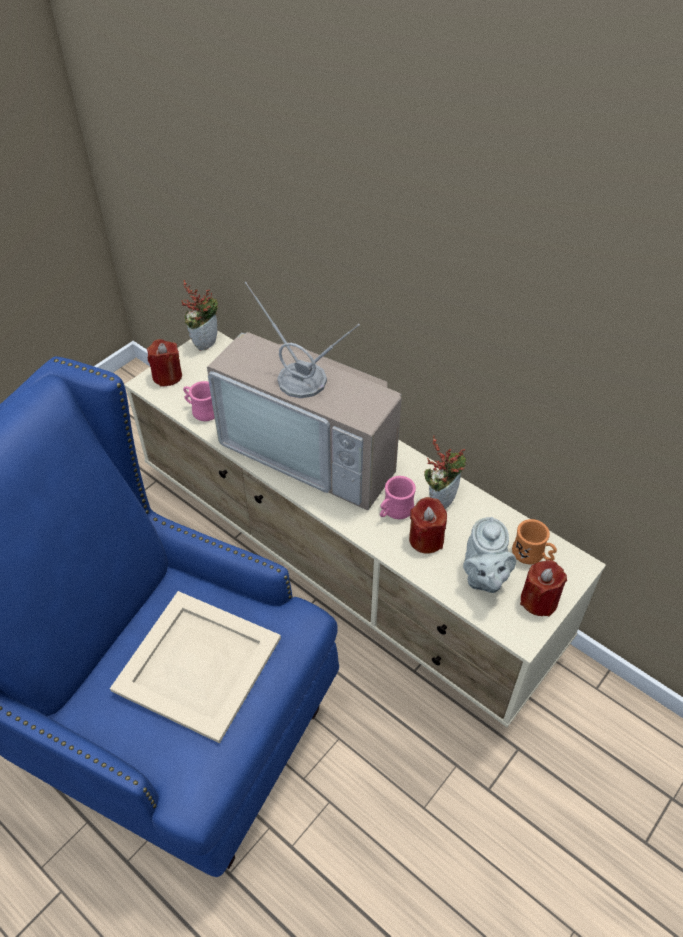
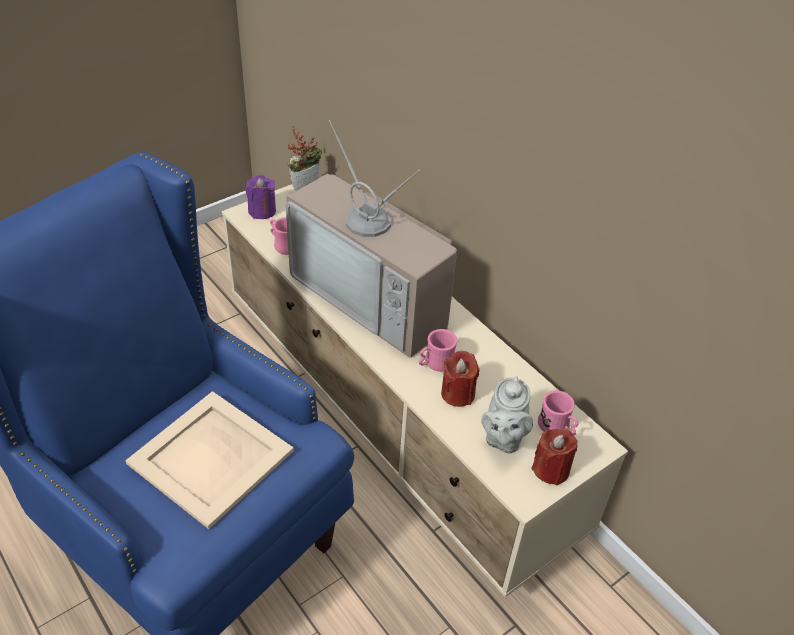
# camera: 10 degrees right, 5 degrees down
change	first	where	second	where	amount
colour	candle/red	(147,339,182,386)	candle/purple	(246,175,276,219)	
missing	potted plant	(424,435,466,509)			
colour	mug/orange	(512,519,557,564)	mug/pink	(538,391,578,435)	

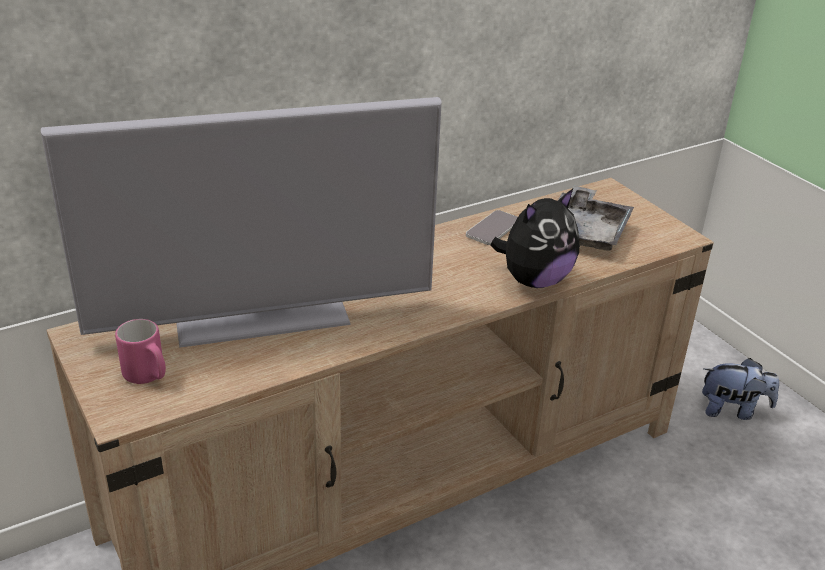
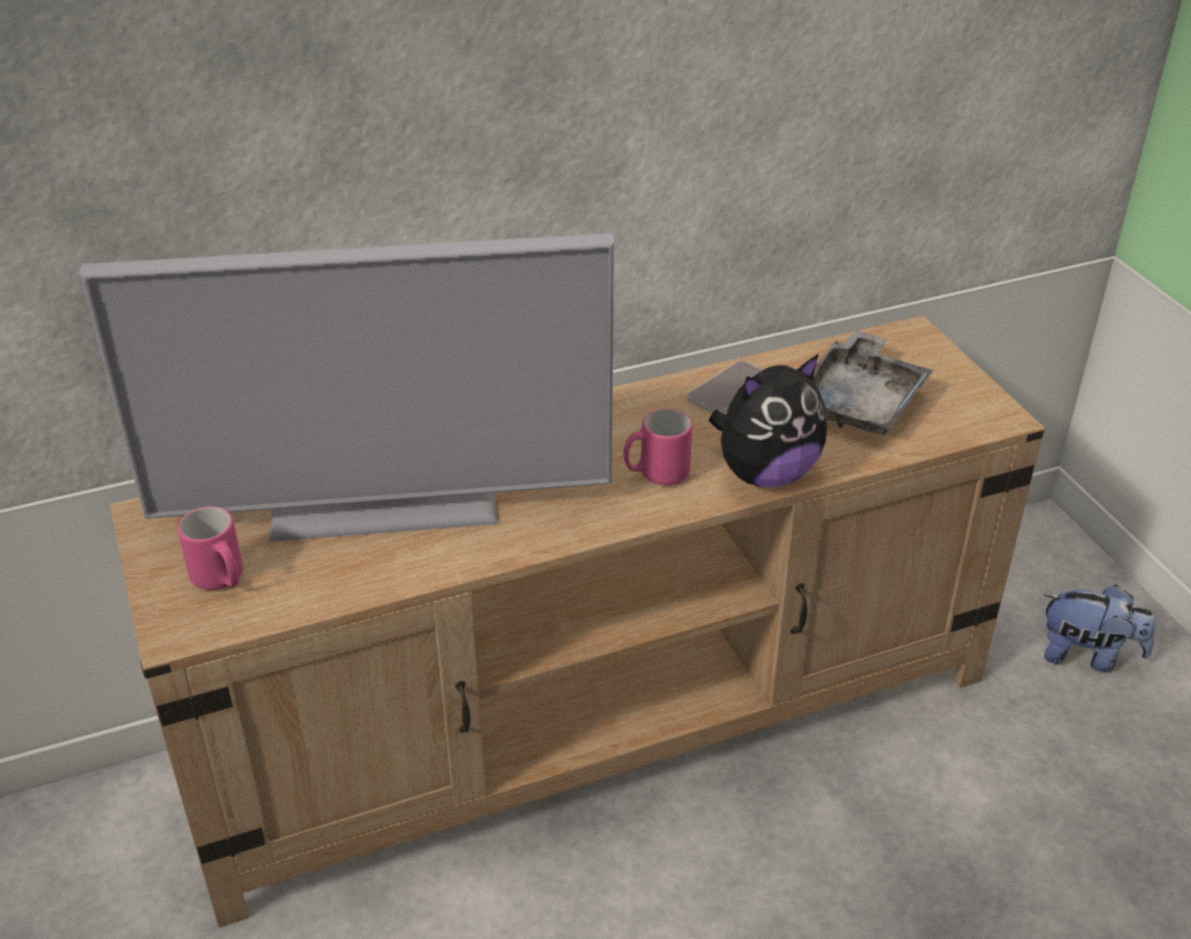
# camera: 10 degrees right, 5 degrees up
change	first	where	second	where	amount
appeared			mug/pink	(623,409,692,486)	

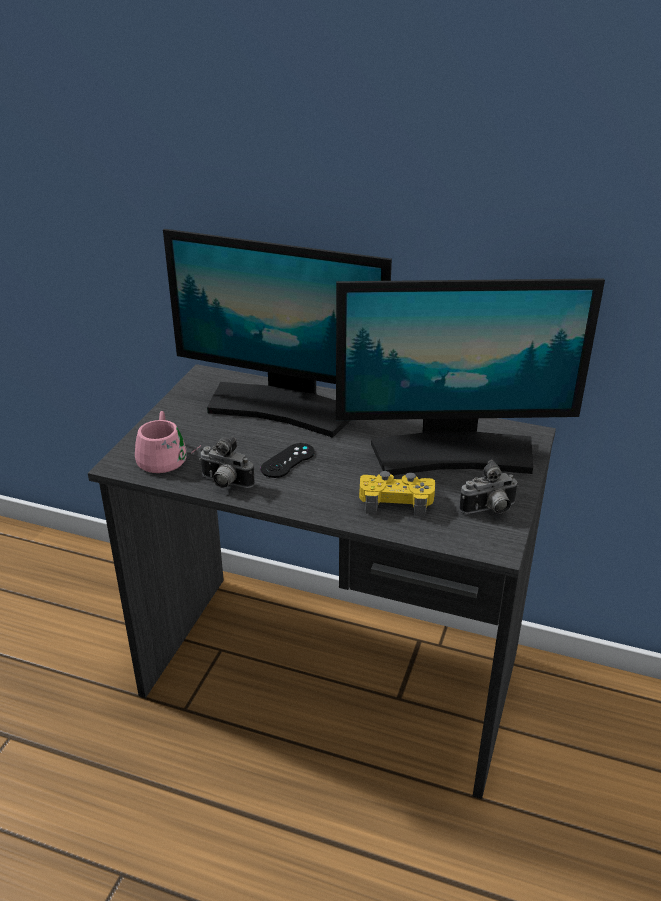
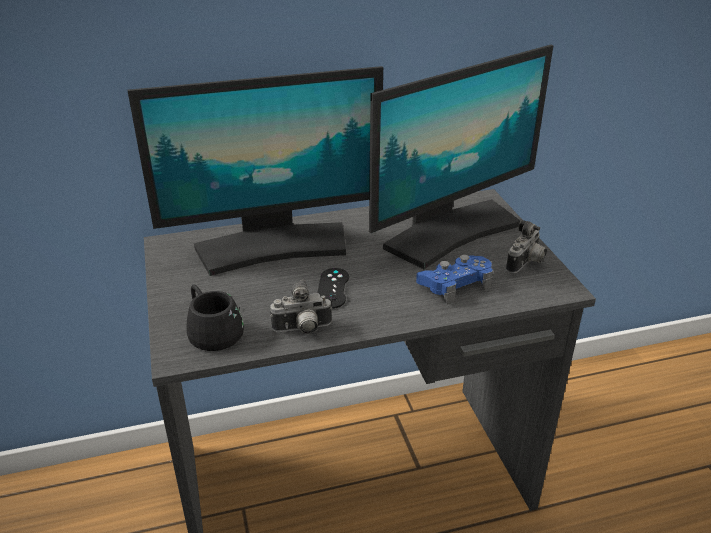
# camera: 35 degrees left, 0 degrees up
change	first	where	second	where	amount
colour	mug/pink	(135,411,201,473)	mug/black	(186,285,244,351)	
colour	game controller/yellow	(359,471,435,517)	game controller/blue	(416,255,493,304)	

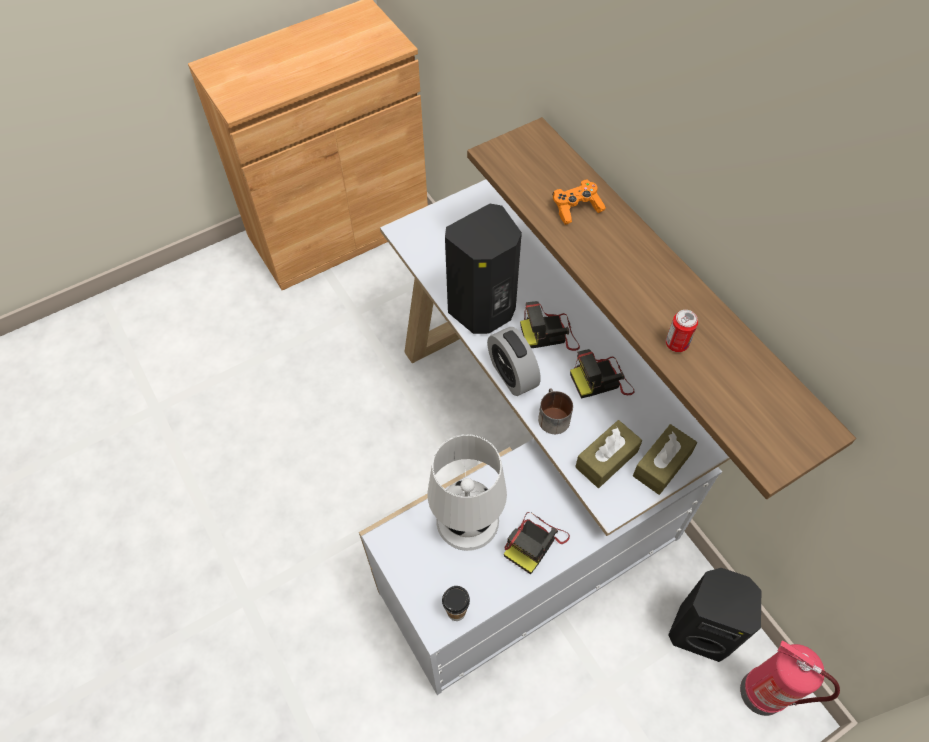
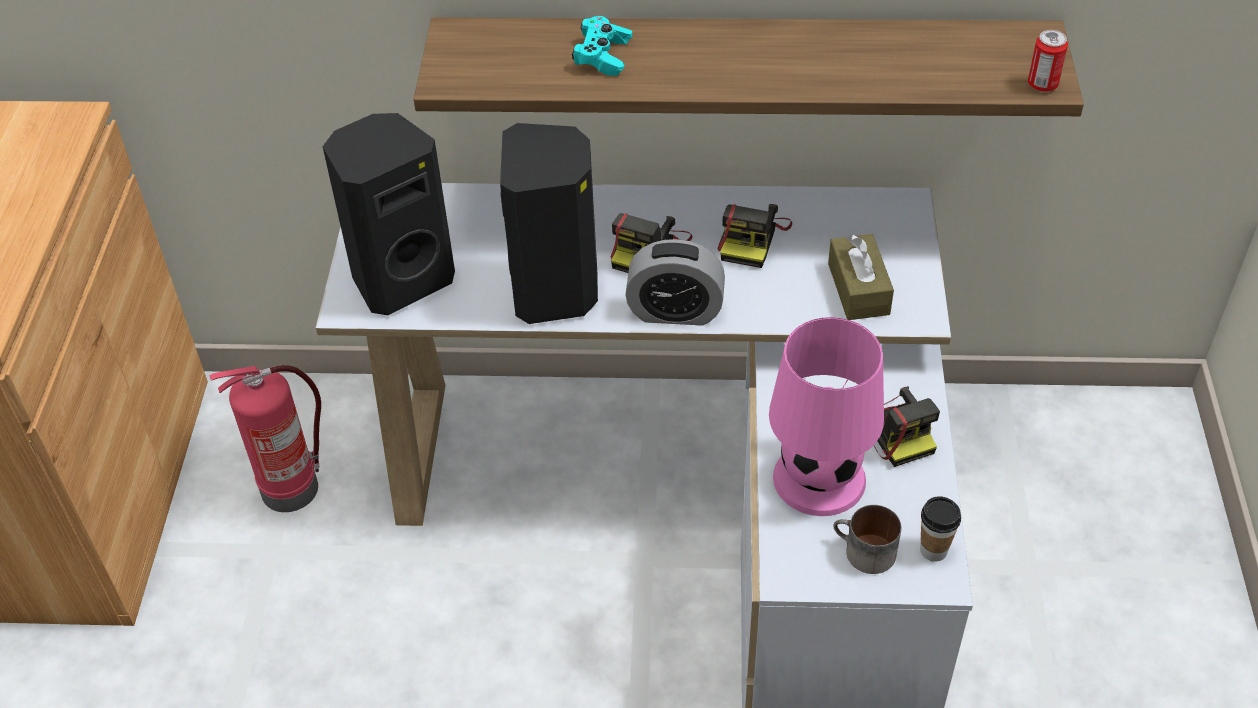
# camera: 55 degrees left, 10 degrees down
change	first	where	second	where	amount
colour	game controller/orange	(553,180,606,225)	game controller/turquoise	(572,16,632,76)	
relocated	can	(666,310,698,352)		(1028,30,1068,92)	
relocated	mug	(538,388,573,434)		(834,505,901,574)	
missing	tissue box/brown	(633,424,697,495)			
colour	table lamp/white	(427,434,507,551)	table lamp/pink	(769,317,884,516)	
relocated	speaker/black	(668,568,761,662)		(322,113,455,315)	
relocated	fire extinguisher	(740,641,840,716)		(210,365,321,512)	

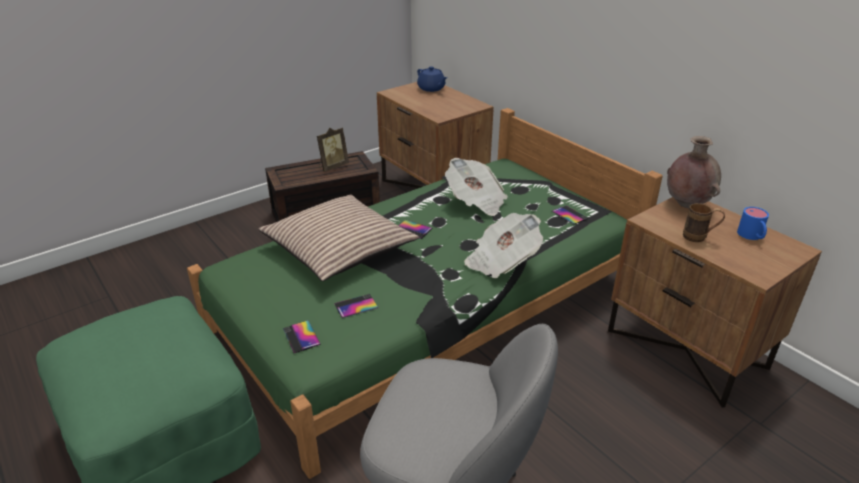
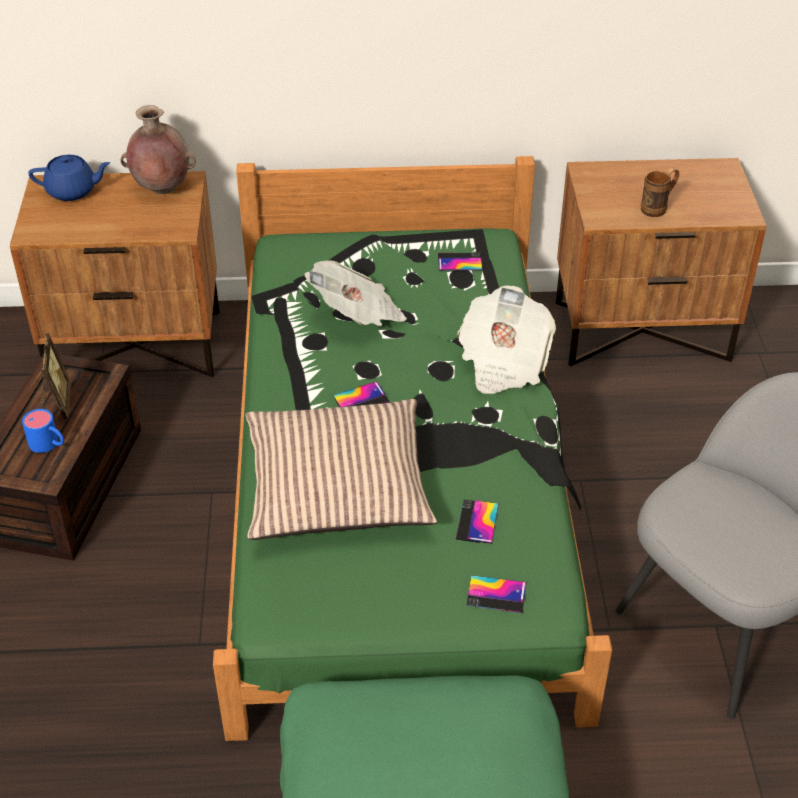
# camera: 55 degrees left, 10 degrees up
change	first	where	second	where	amount
relocated	vase/brown	(667,136,721,208)		(121,105,196,194)	
relocated	mug/blue	(737,207,769,240)		(22,409,64,453)	

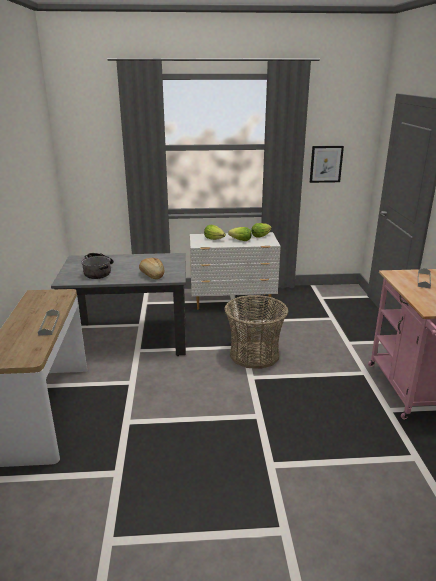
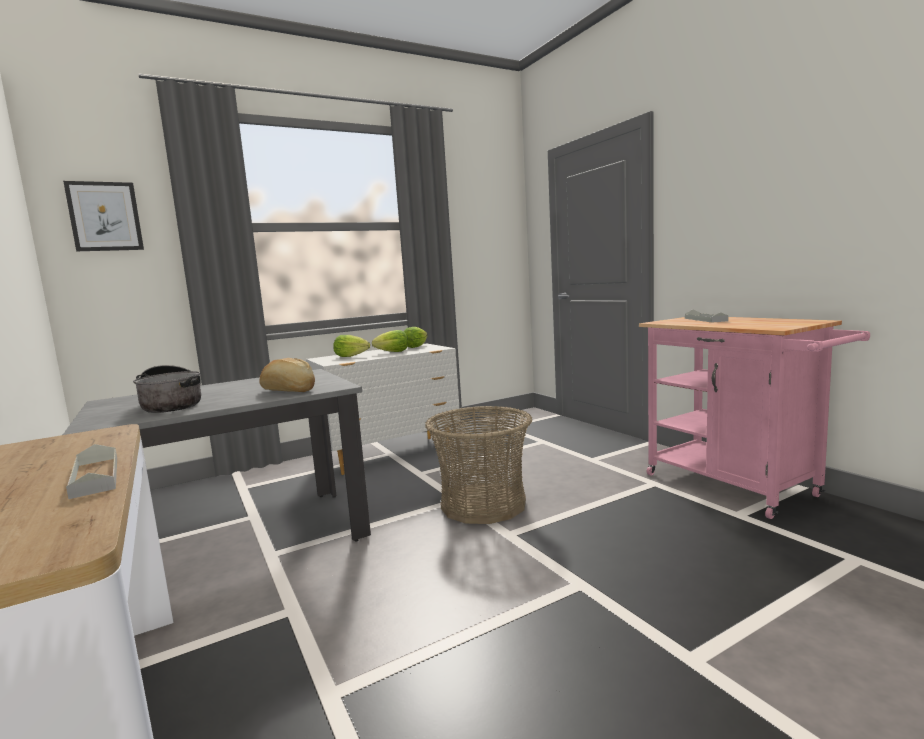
# camera: 25 degrees left, 15 degrees down
change	first	where	second	where	amount
relocated	picture	(310,146,344,183)		(63,181,144,251)	

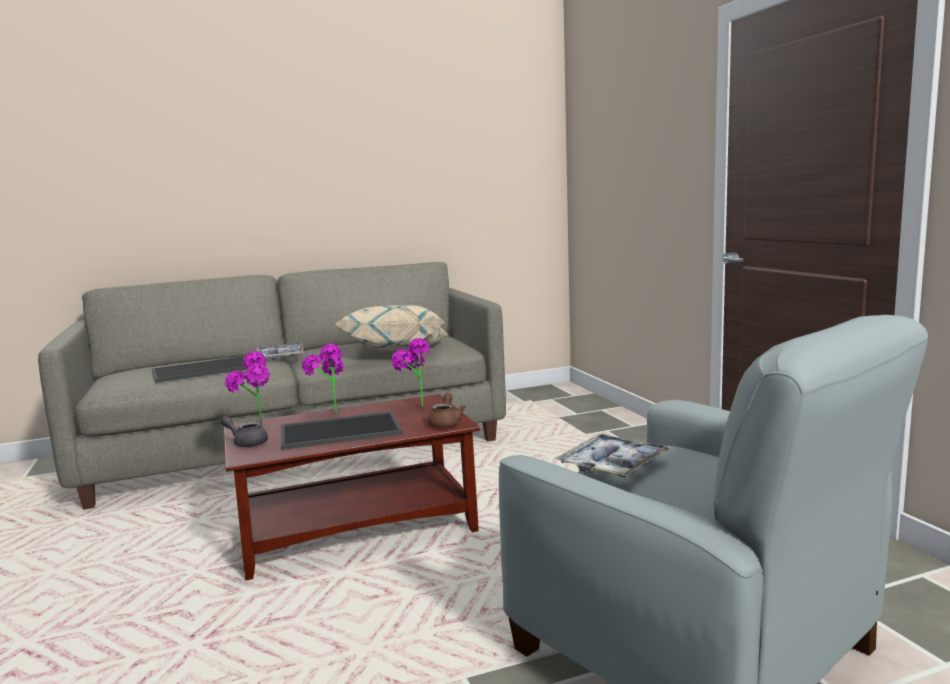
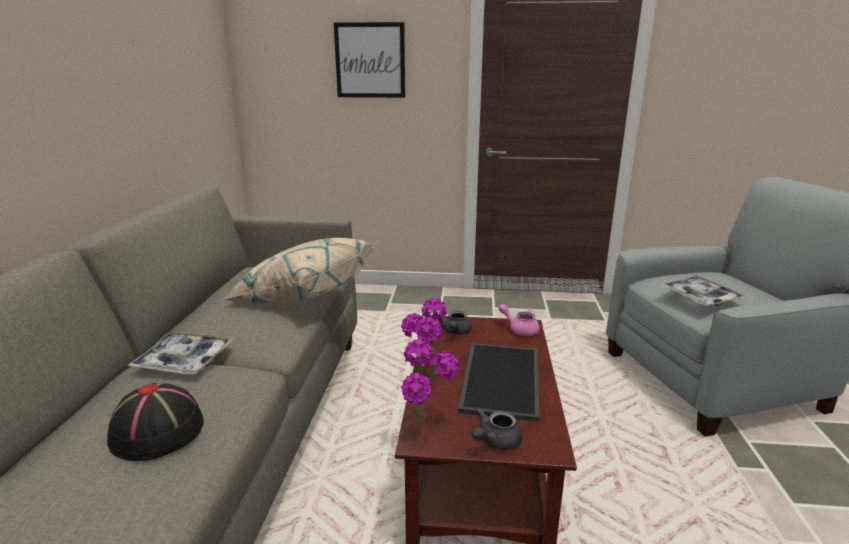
# camera: 65 degrees left, 10 degrees up
change	first	where	second	where	amount
exchanged	potted plant	(391,338,429,407)	teapot/grey	(438,311,472,335)	
exchanged	tray	(152,356,249,383)	hat/black	(107,383,204,461)	
colour	teapot/brown	(428,393,466,428)	teapot/pink	(499,304,540,336)	
appeared			picture	(334,22,405,98)	

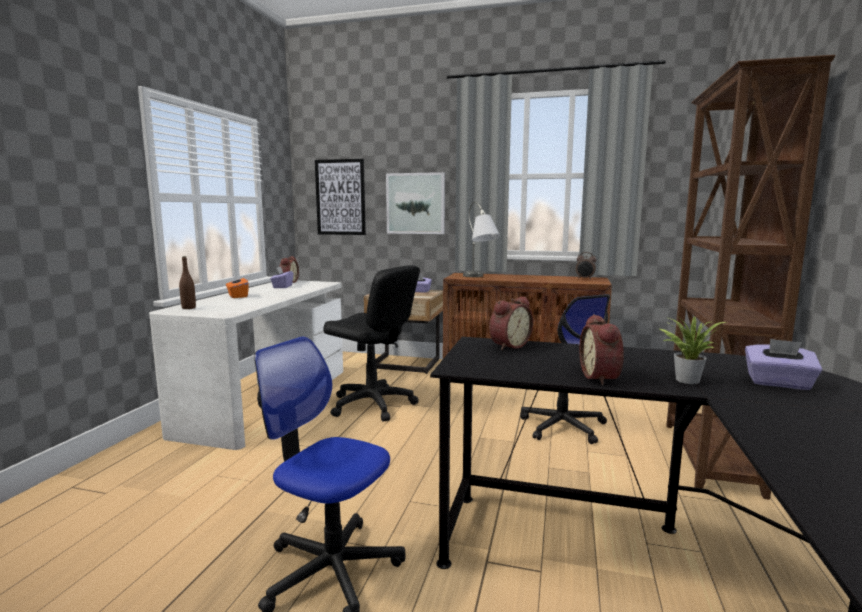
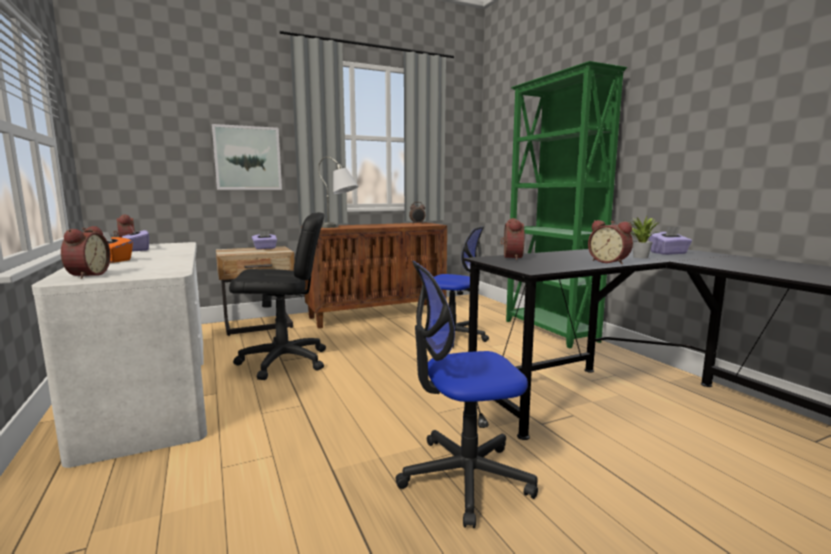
# camera: 40 degrees left, 0 degrees up
change	first	where	second	where	amount
colour	bookcase/brown	(666,55,835,500)	bookcase/green	(506,61,627,348)	
missing	picture	(315,159,366,235)			
exchanged	bottle/brown	(179,256,196,309)	alarm clock	(61,226,110,279)	

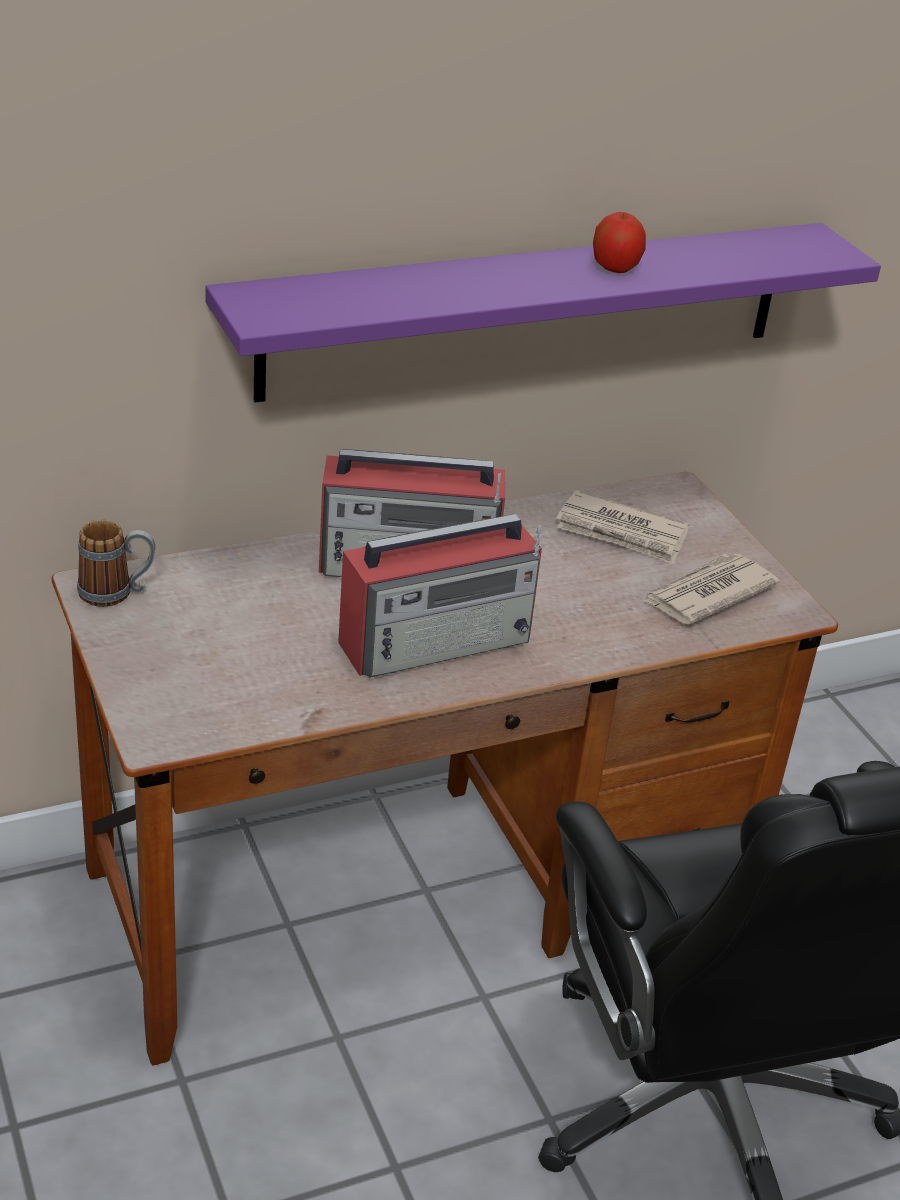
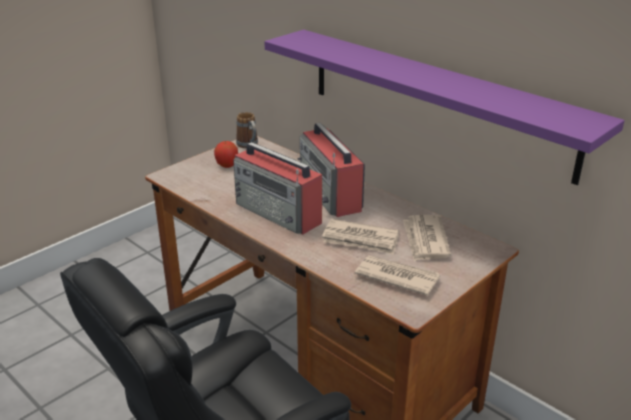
# camera: 70 degrees right, 5 degrees down
change	first	where	second	where	amount
relocated	apple	(593,212,646,273)		(214,141,238,168)	
appeared			newspaper	(322,219,399,255)	

